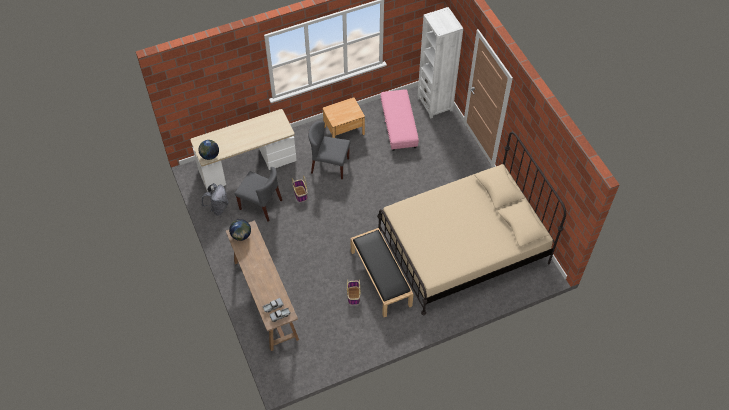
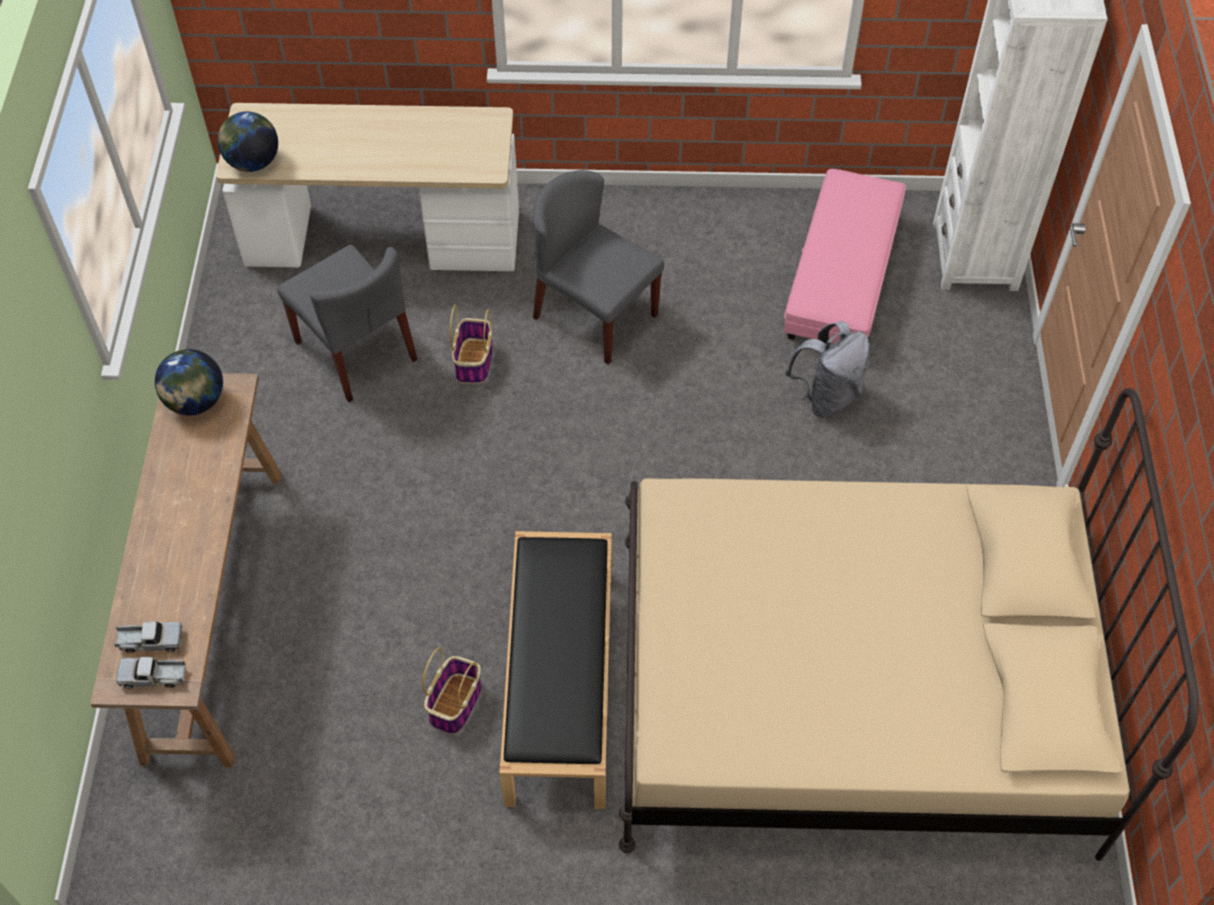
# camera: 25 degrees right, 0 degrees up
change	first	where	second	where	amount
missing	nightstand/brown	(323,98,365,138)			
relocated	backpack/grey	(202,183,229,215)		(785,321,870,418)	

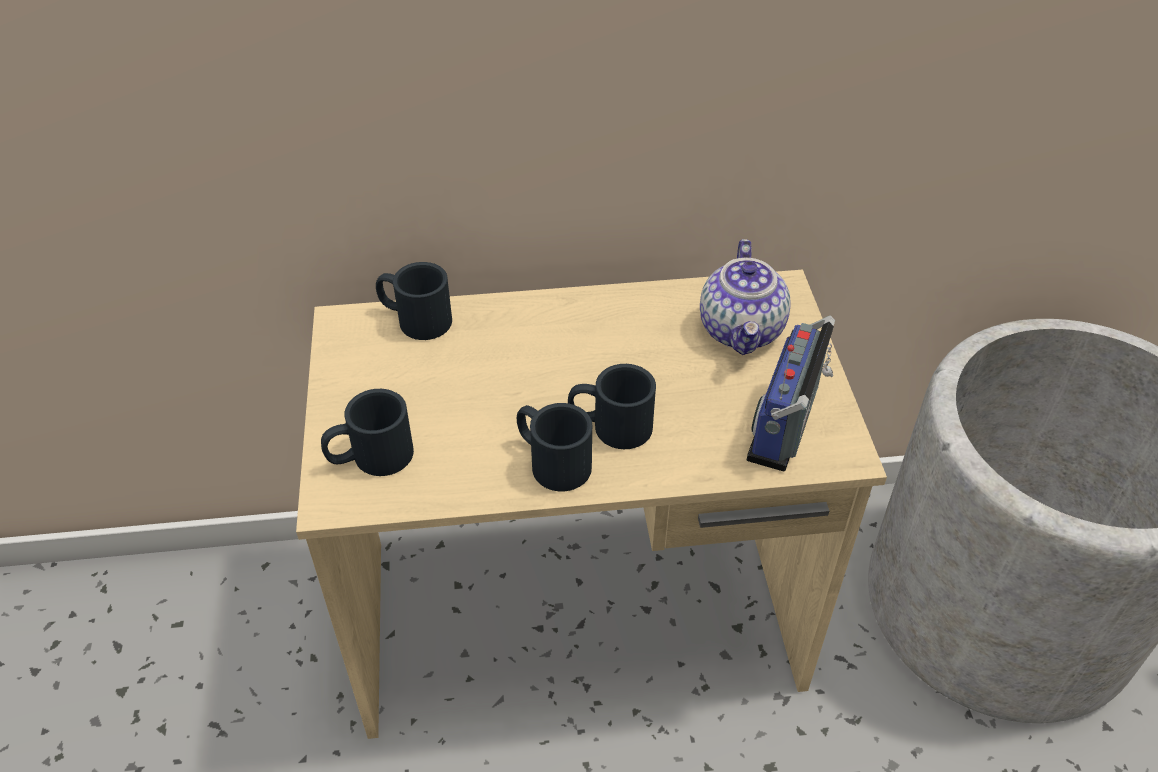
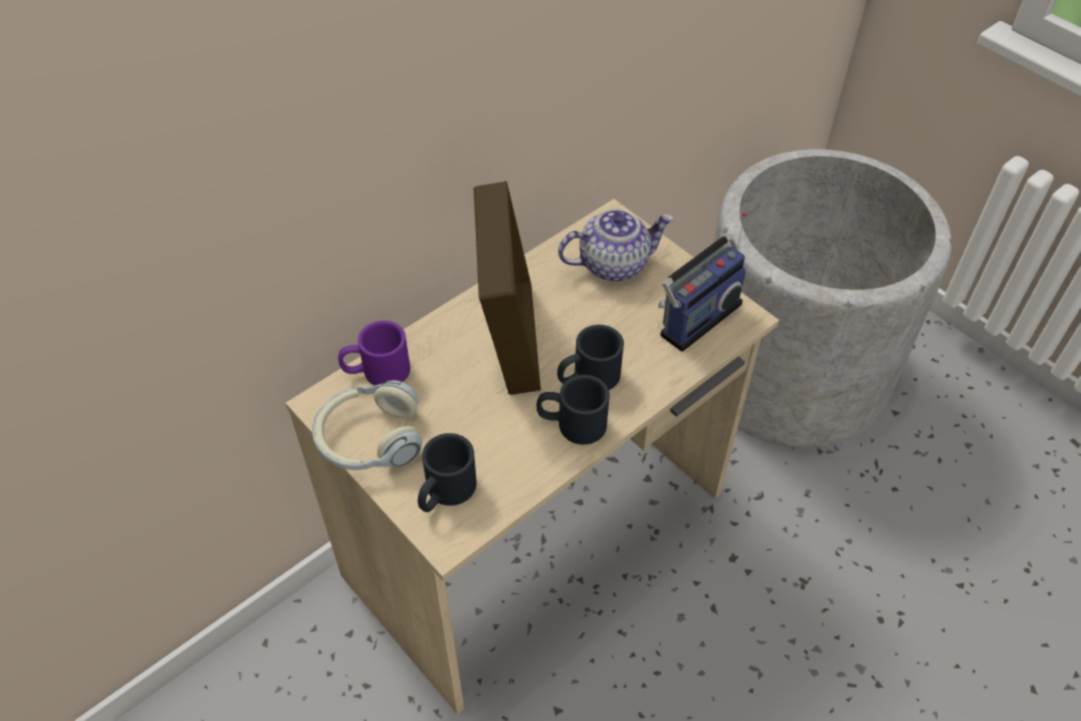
# camera: 35 degrees left, 5 degrees up
change	first	where	second	where	amount
spun	teapot	(700,239,791,355)		(558,209,674,282)	75 degrees counterclockwise
colour	mug/black	(376,262,452,340)	mug/purple	(338,320,410,385)	
spun	radio	(747,315,835,471)		(658,212,747,352)	120 degrees counterclockwise
appeared			picture frame	(474,181,541,395)	
appeared			headphones	(312,380,422,470)	

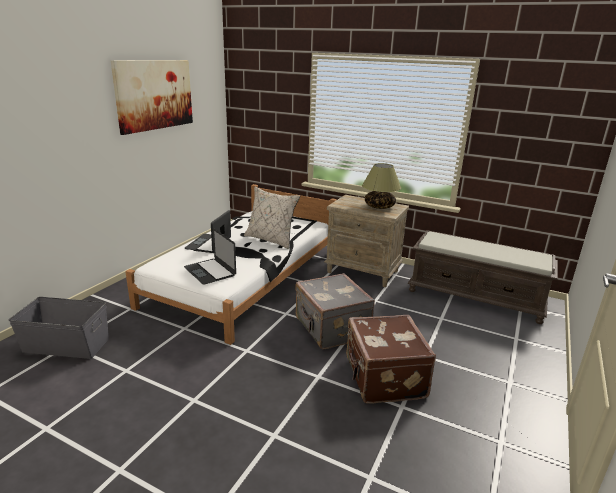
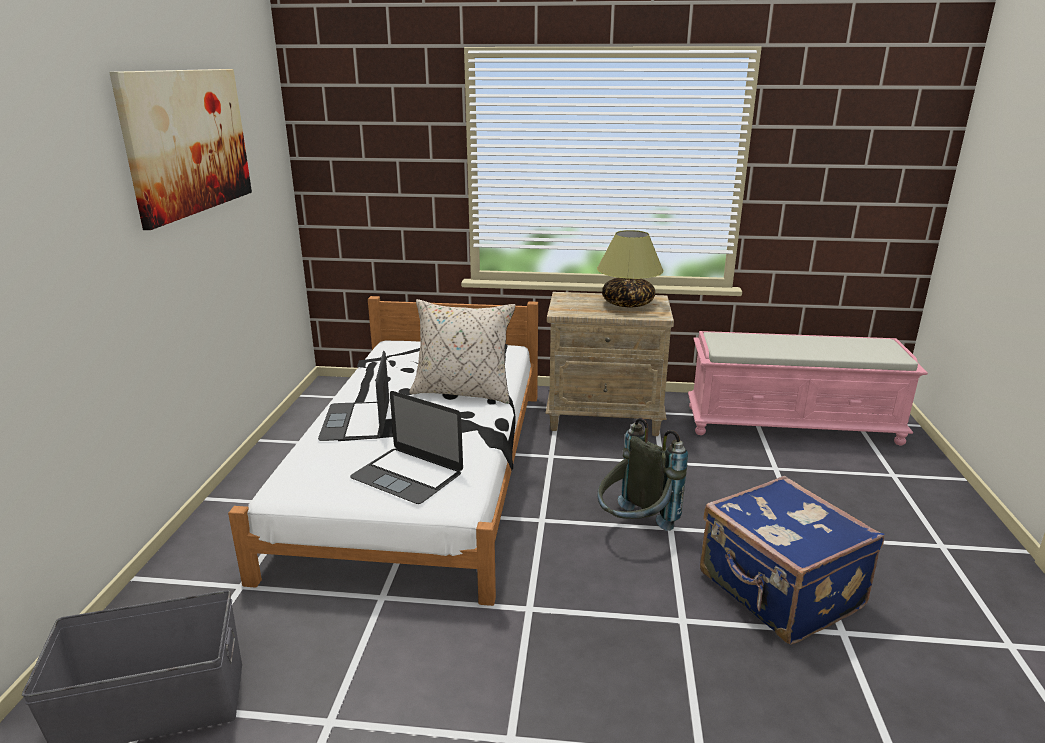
# camera: 20 degrees left, 0 degrees up
change	first	where	second	where	amount
colour	bench/brown	(408,230,558,324)	bench/pink	(688,331,928,446)	
exchanged	suitcase/grey	(295,273,375,349)	backpack/grey	(597,418,688,531)	
colour	suitcase/brown	(346,315,436,404)	suitcase/blue	(700,476,884,645)	

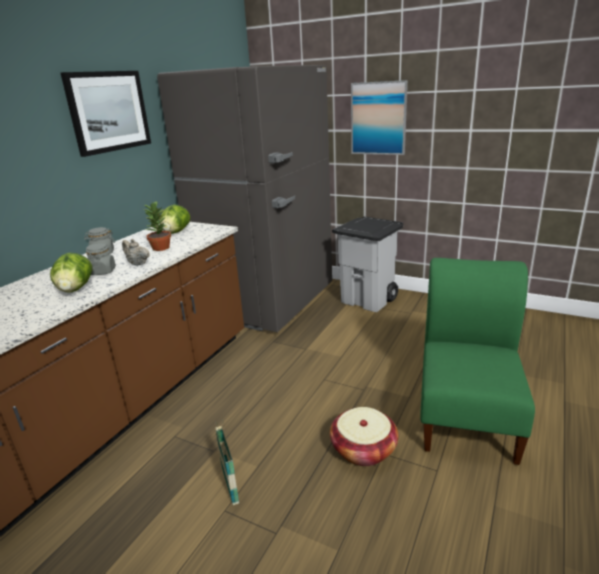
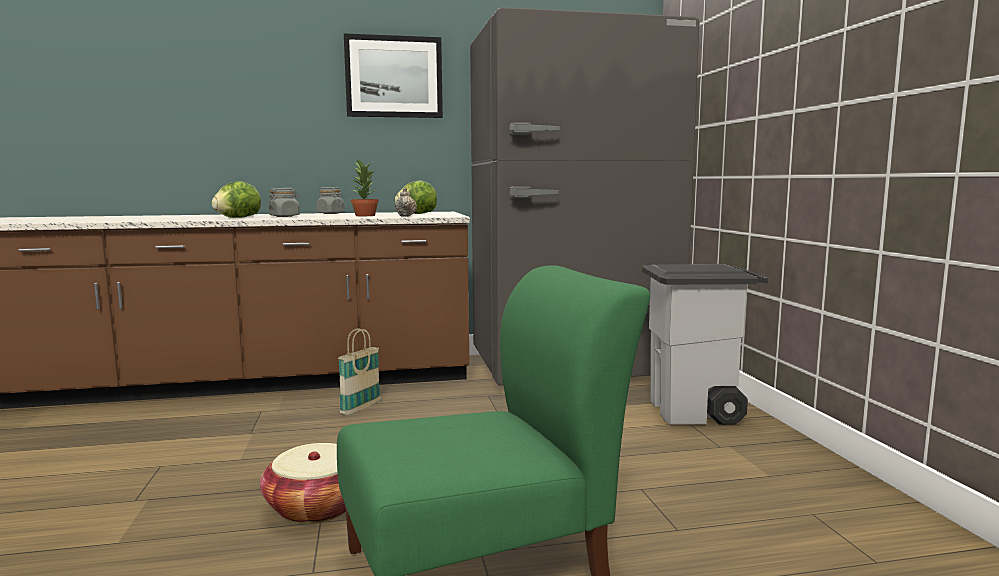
# camera: 50 degrees right, 15 degrees down
change	first	where	second	where	amount
missing	picture	(351,80,408,155)			
relocated	teapot/beige	(122,239,150,266)		(395,188,417,217)	
relocated	basket	(215,419,239,506)		(338,328,381,415)	

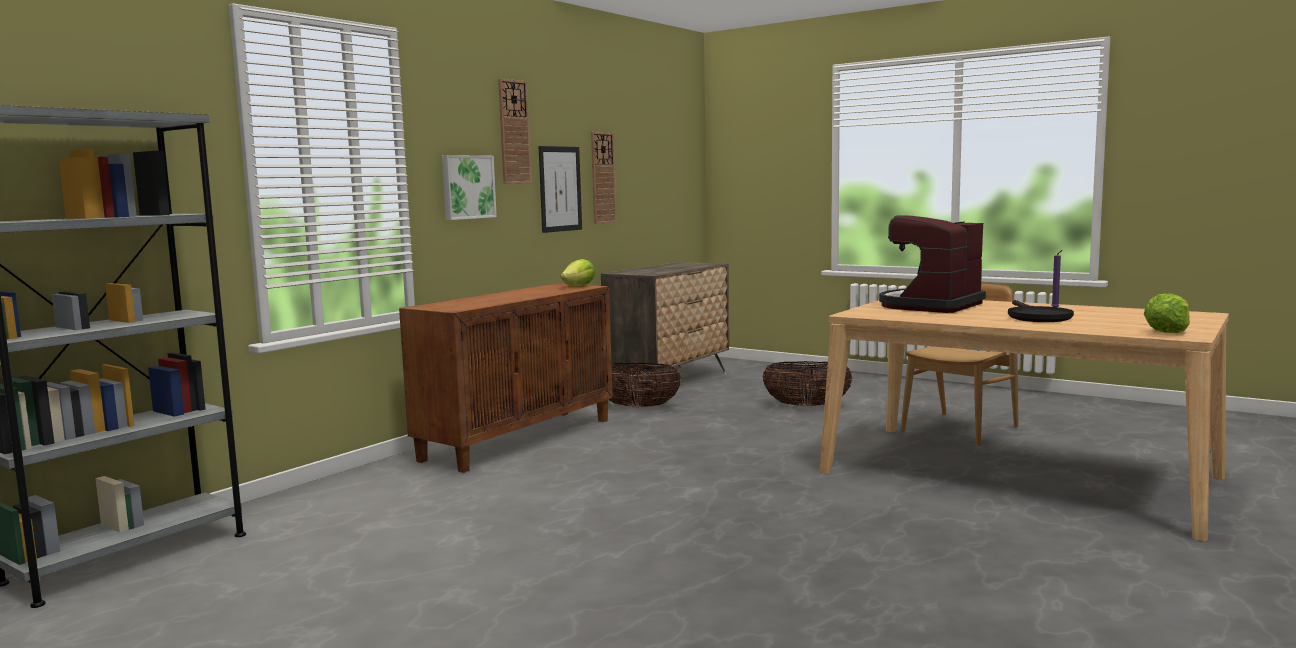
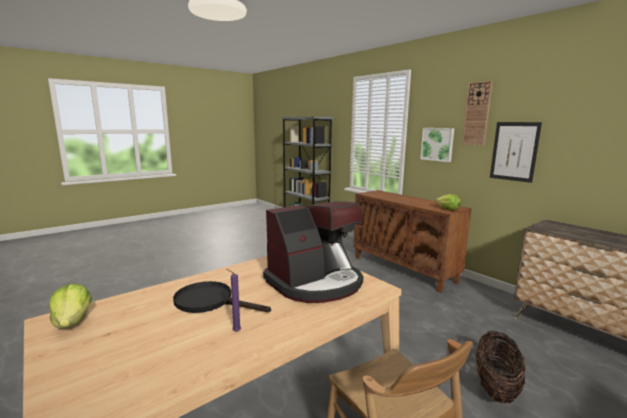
# camera: 105 degrees right, 5 degrees up
change	first	where	second	where	amount
missing	wall clock	(591,132,617,224)			
spun	coffee machine	(879,215,986,313)		(263,201,363,303)	90 degrees clockwise
missing	basket	(609,363,682,407)			

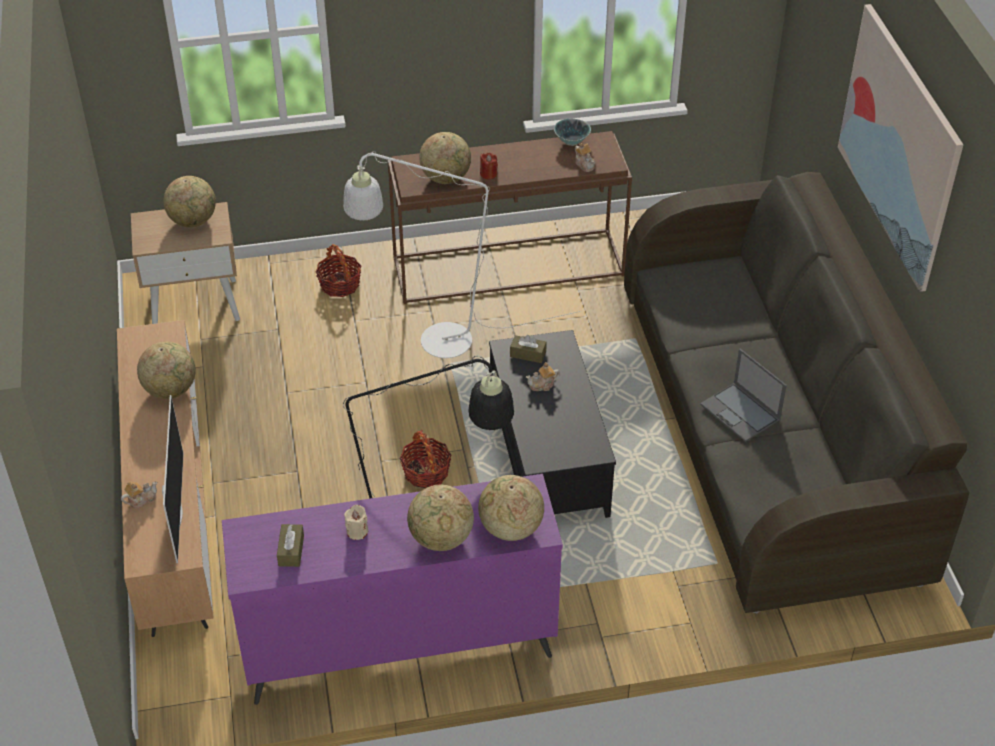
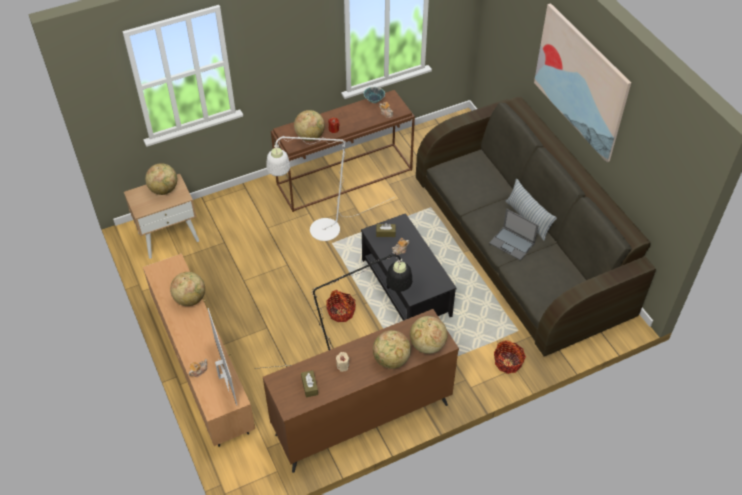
# camera: 15 degrees left, 5 degrees up
change	first	where	second	where	amount
relocated	basket	(315,244,361,297)		(494,340,526,374)	
colour	dresser/purple	(222,474,563,705)	dresser/brown	(263,309,459,473)	
appeared			pillow	(505,179,557,241)	

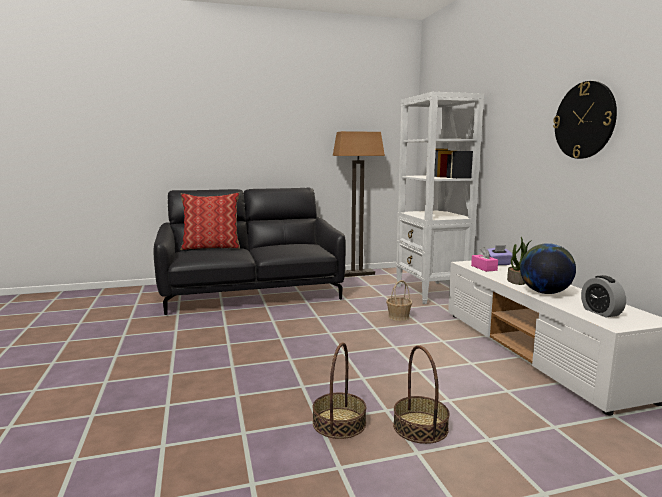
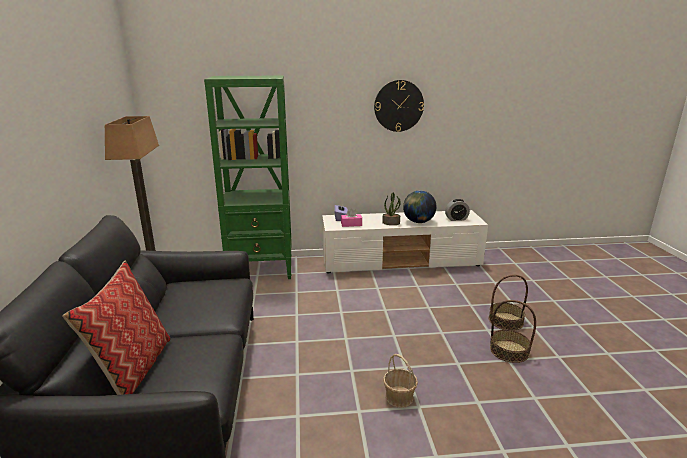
# camera: 80 degrees left, 10 degrees up
change	first	where	second	where	amount
colour	bookcase/white	(396,92,484,304)	bookcase/green	(204,76,292,279)	
relocated	basket	(386,280,412,321)		(383,354,418,408)	

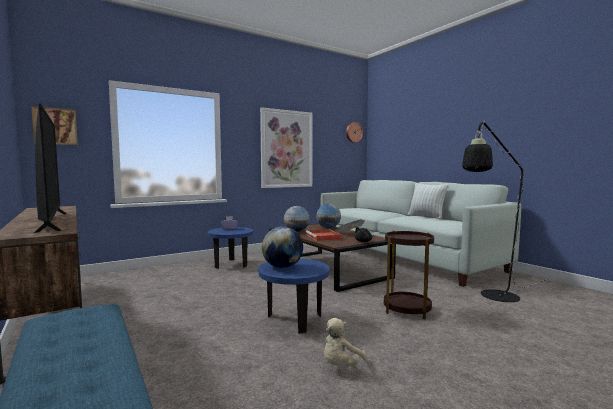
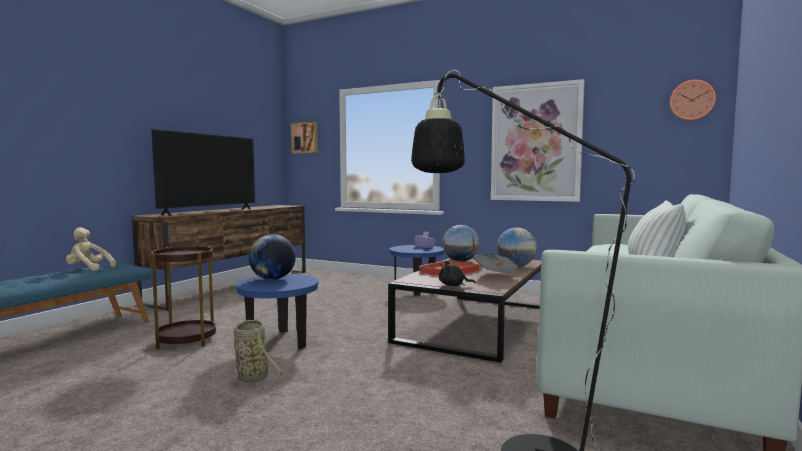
# camera: 60 degrees right, 0 degrees up
change	first	where	second	where	amount
relocated	side table/brown	(384,231,434,319)		(151,246,216,349)	
relocated	plush toy/beige	(324,318,367,367)		(66,227,116,271)	
appeared			basket	(234,320,285,389)	

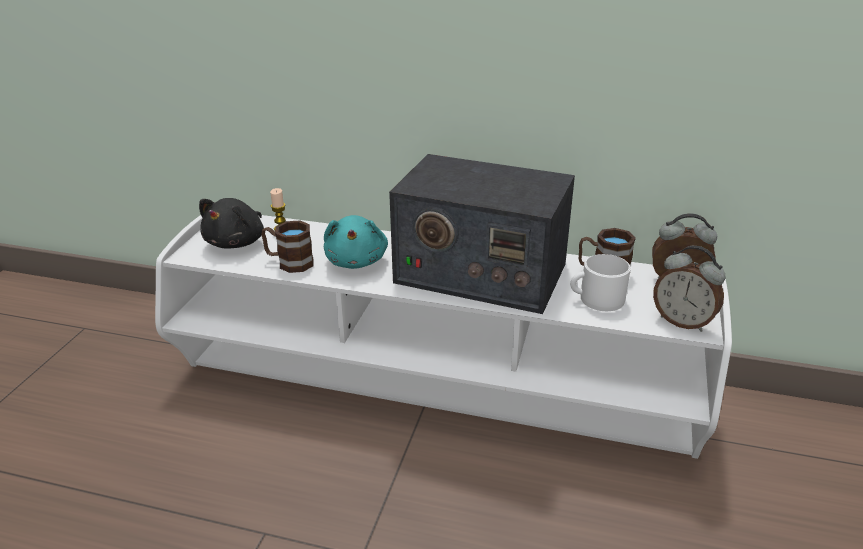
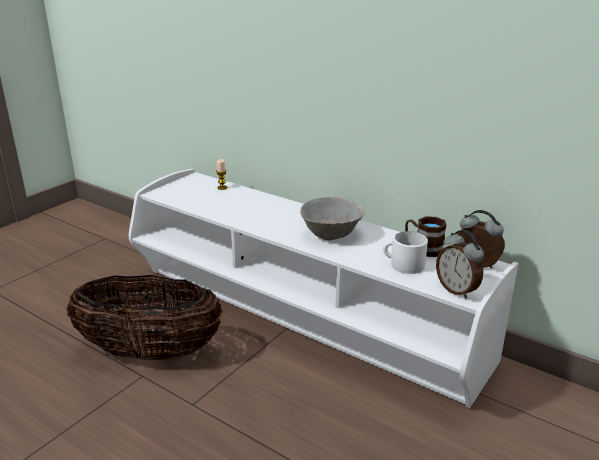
# camera: 20 degrees right, 5 degrees down
change	first	where	second	where	amount
exchanged	radio	(389,154,575,314)	bowl/grey	(300,197,365,240)	
missing	plush toy/black	(199,198,264,249)			
missing	plush toy/turquoise	(324,215,388,269)			
missing	mug/brown	(261,220,314,273)			
appeared			basket	(66,275,223,360)	

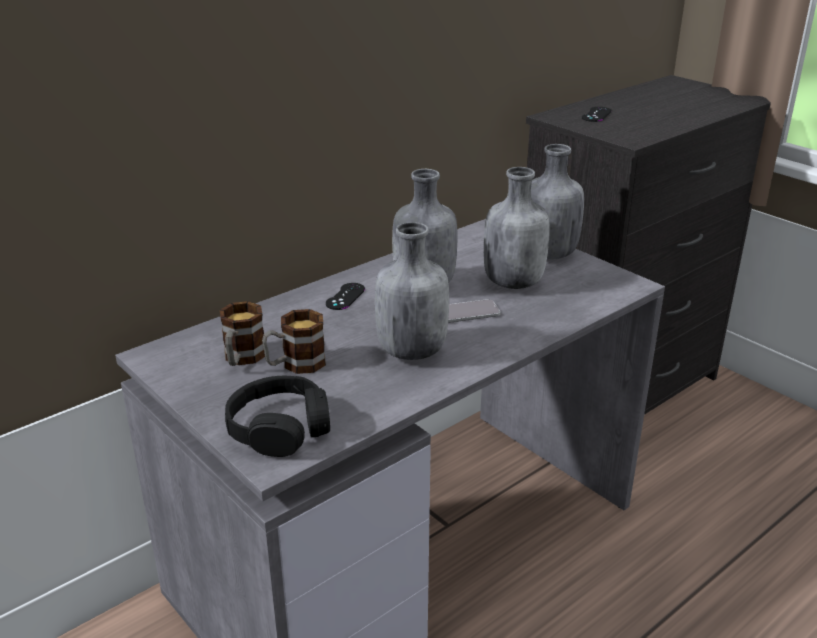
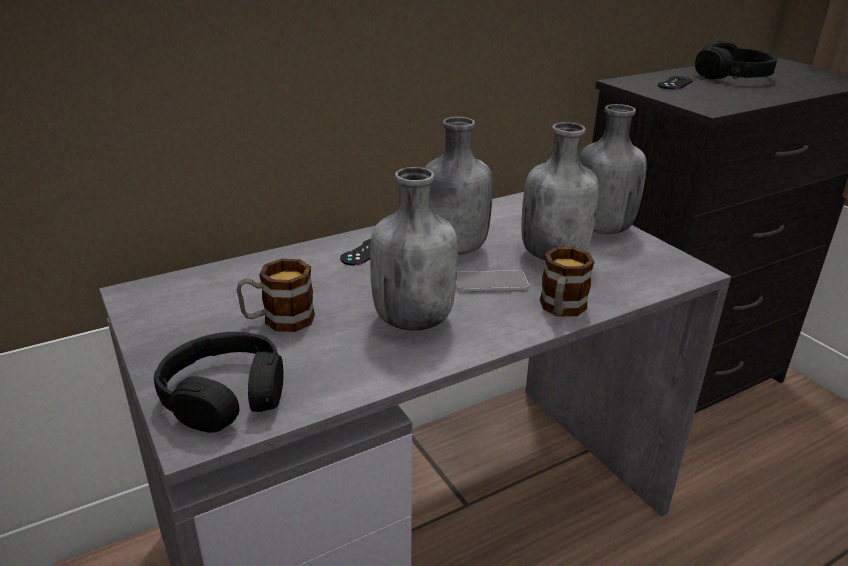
# camera: 10 degrees right, 0 degrees up
change	first	where	second	where	amount
relocated	mug	(220,301,265,366)		(540,247,594,317)	
appeared			headphones/black	(695,41,777,79)	

